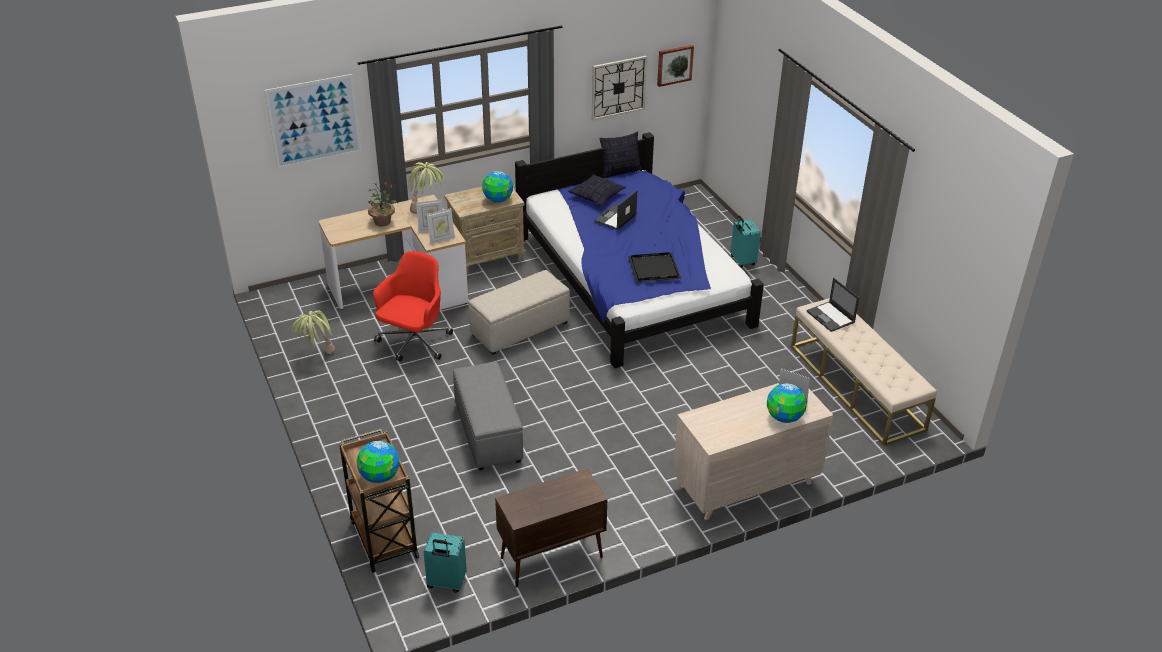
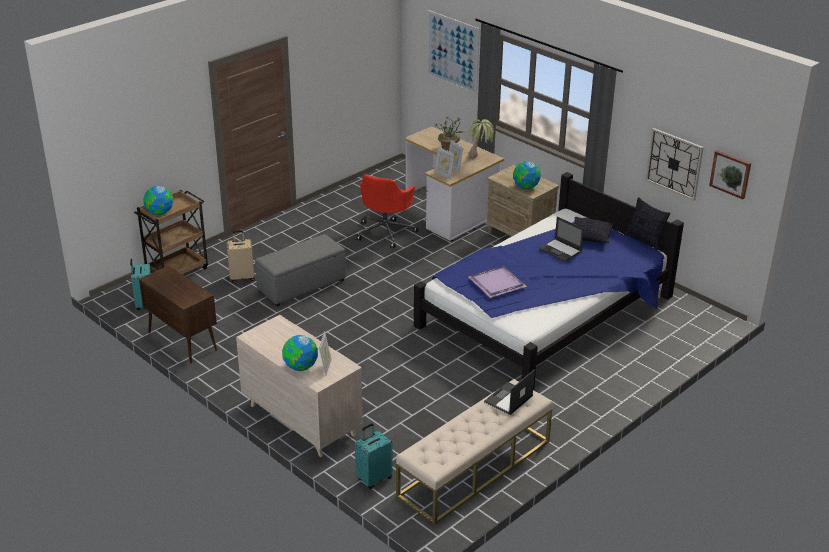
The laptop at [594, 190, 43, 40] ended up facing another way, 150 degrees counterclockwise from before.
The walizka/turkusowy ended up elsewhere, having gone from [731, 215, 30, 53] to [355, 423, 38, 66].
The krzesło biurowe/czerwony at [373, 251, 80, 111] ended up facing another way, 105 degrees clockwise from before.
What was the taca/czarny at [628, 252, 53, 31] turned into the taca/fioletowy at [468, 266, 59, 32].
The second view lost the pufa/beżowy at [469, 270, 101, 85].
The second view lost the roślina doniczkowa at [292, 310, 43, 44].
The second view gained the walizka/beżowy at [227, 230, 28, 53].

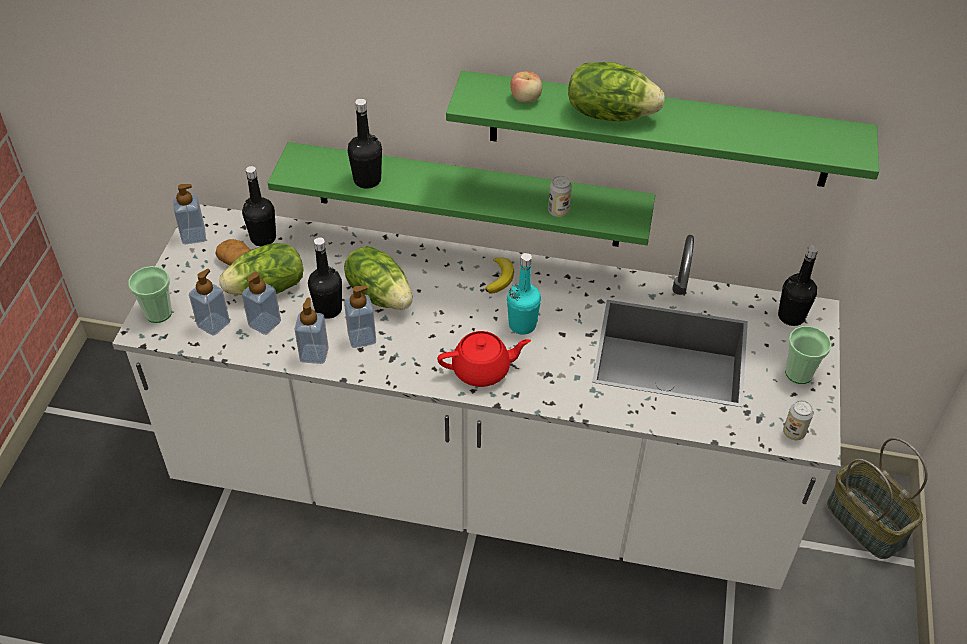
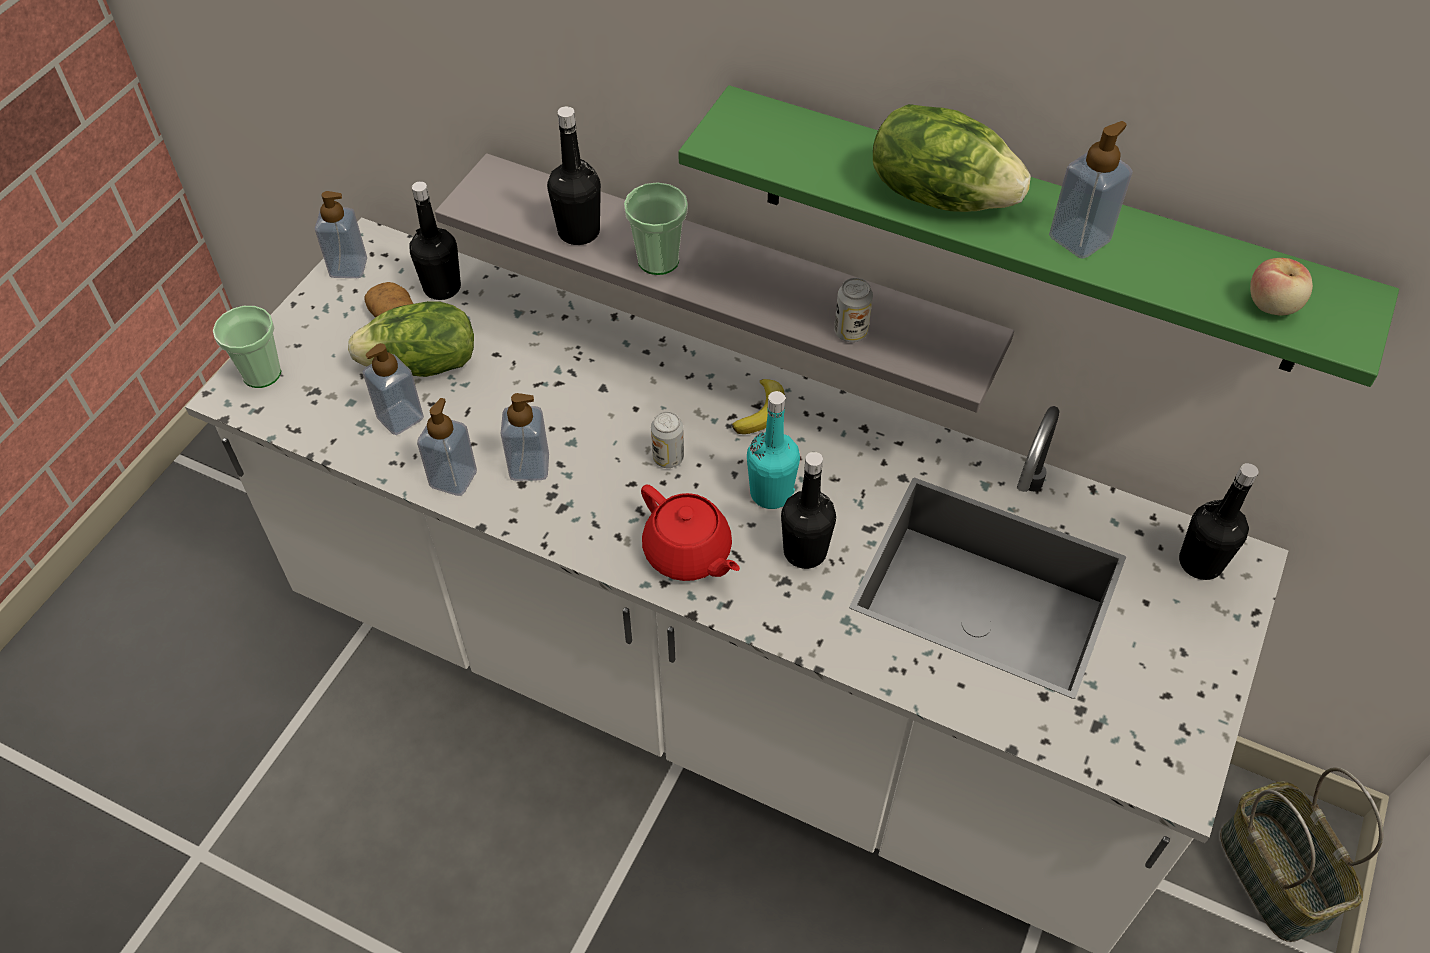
The jabłko ended up elsewhere, having gone from [510, 71, 32, 32] to [1250, 258, 63, 57].
What was the półka/zielony at [268, 142, 387, 105] turned into the półka/szary at [435, 153, 579, 259].
The butelka/czarny ended up elsewhere, having gone from [308, 237, 34, 82] to [781, 452, 55, 117].
The second view lost the sałata at [344, 246, 69, 64].
The dozownik mydła ended up elsewhere, having gone from [189, 269, 41, 67] to [1049, 121, 84, 138].
The filiżanka ended up elsewhere, having gone from [785, 326, 47, 58] to [624, 182, 64, 93].
The imbryk/czerwony at [437, 331, 94, 56] ended up facing another way, 45 degrees clockwise from before.
The puszka ended up elsewhere, having gone from [783, 400, 30, 40] to [651, 411, 33, 57].

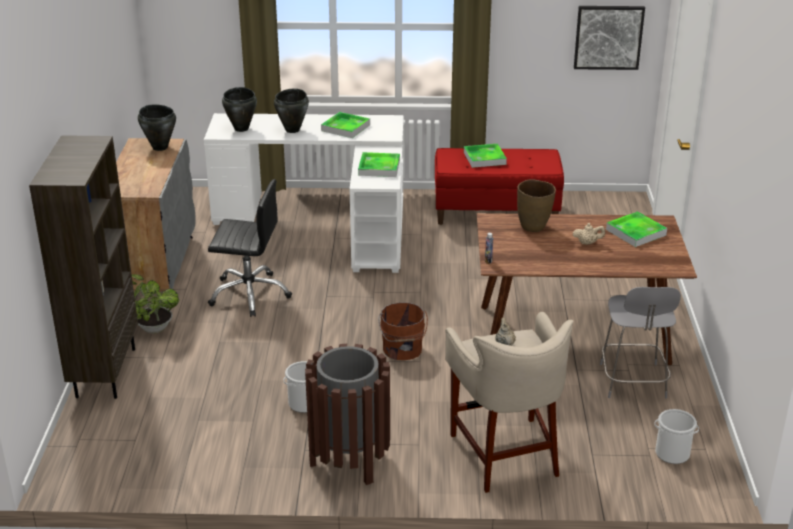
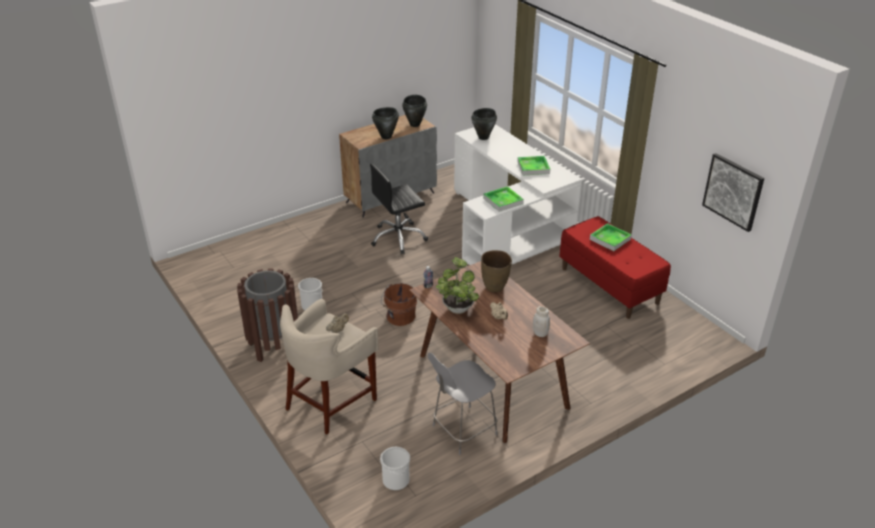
The garnek/czarny ended up elsewhere, having gone from [274, 88, 35, 45] to [372, 107, 27, 32].
The second view lost the regał/brązowy at [29, 135, 109, 264].
The krzesło biurowe/czarny at [208, 179, 84, 138] ended up facing another way, 90 degrees clockwise from before.
Where the taca stood at [606, 211, 61, 36], the słoik/biały came to stand at [533, 306, 17, 31].
The roślina doniczkowa ended up elsewhere, having gone from [131, 274, 48, 59] to [436, 257, 43, 57].

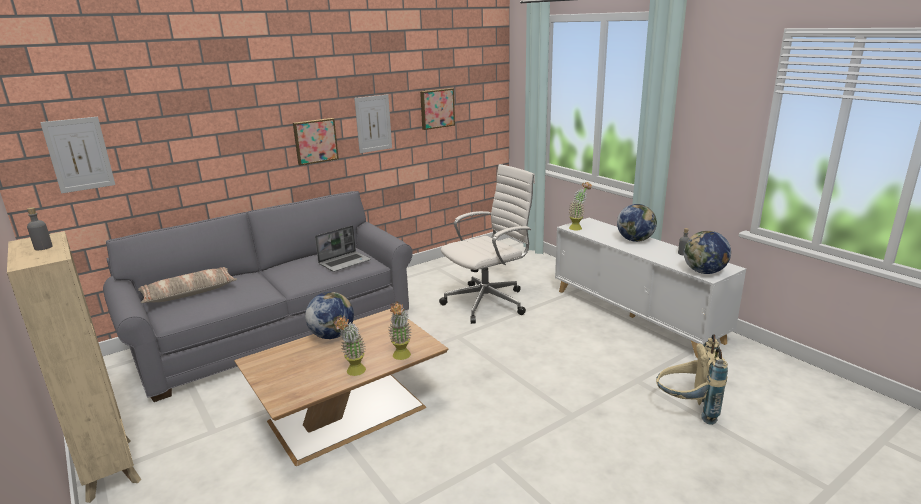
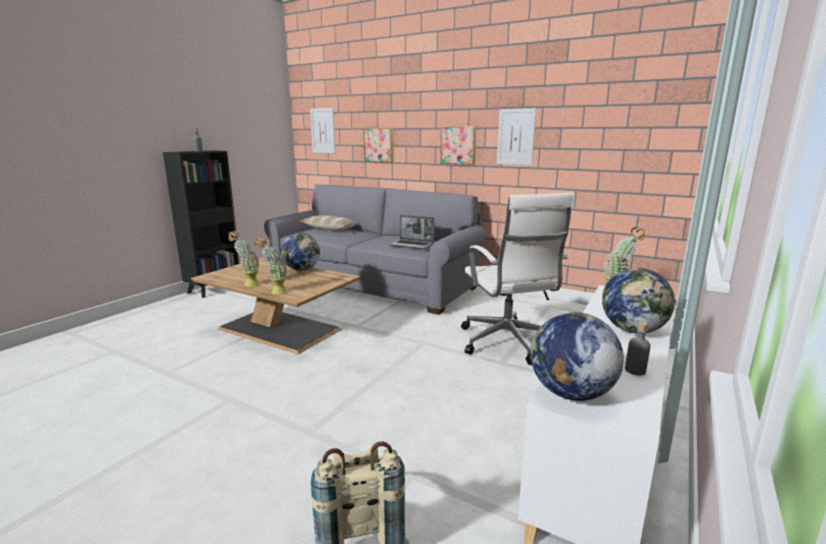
The obraz ended up elsewhere, having gone from [420, 88, 35, 42] to [363, 128, 31, 35].
The krzesło biurowe/biały at [439, 164, 96, 160] ended up facing another way, 45 degrees clockwise from before.
What was the regał/beżowy at [7, 231, 134, 272] turned into the regał/czarny at [163, 150, 77, 148].

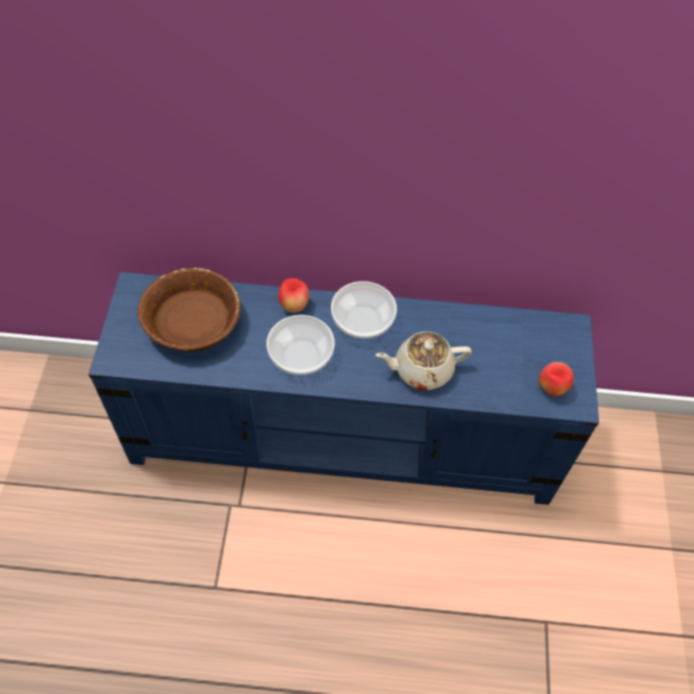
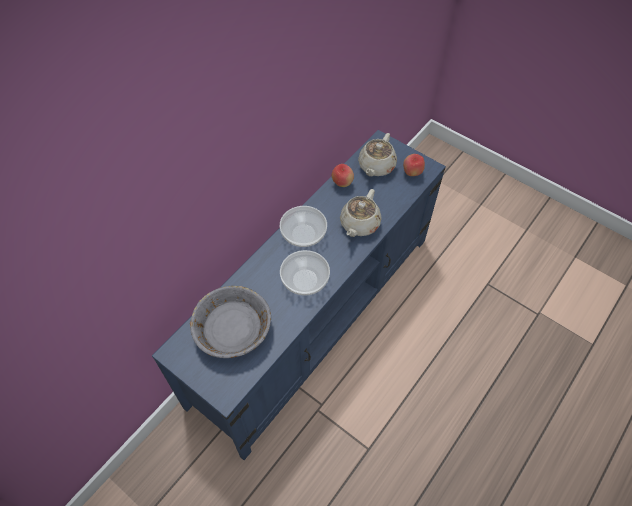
What was the miska/brązowy at [137, 267, 103, 84] turned into the miska/szary at [190, 286, 81, 72].
The jabłko ended up elsewhere, having gone from [278, 278, 31, 35] to [332, 164, 22, 23].
The second view gained the imbryk/beżowy at [358, 133, 39, 43].

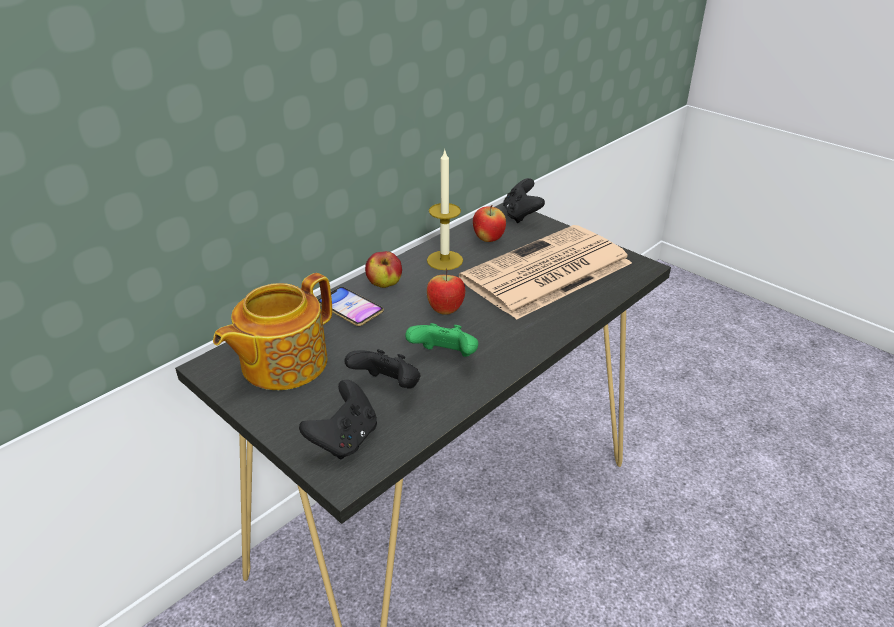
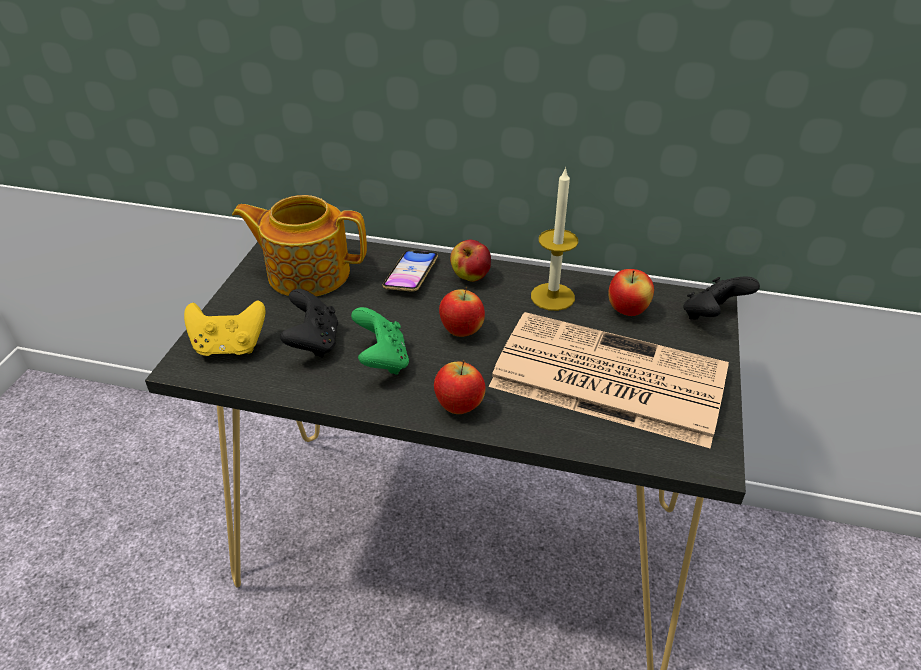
What was the pad do gier/czarny at [299, 380, 78, 79] turned into the pad do gier/żółty at [184, 300, 81, 56].
The second view gained the jabłko at [434, 359, 52, 55].

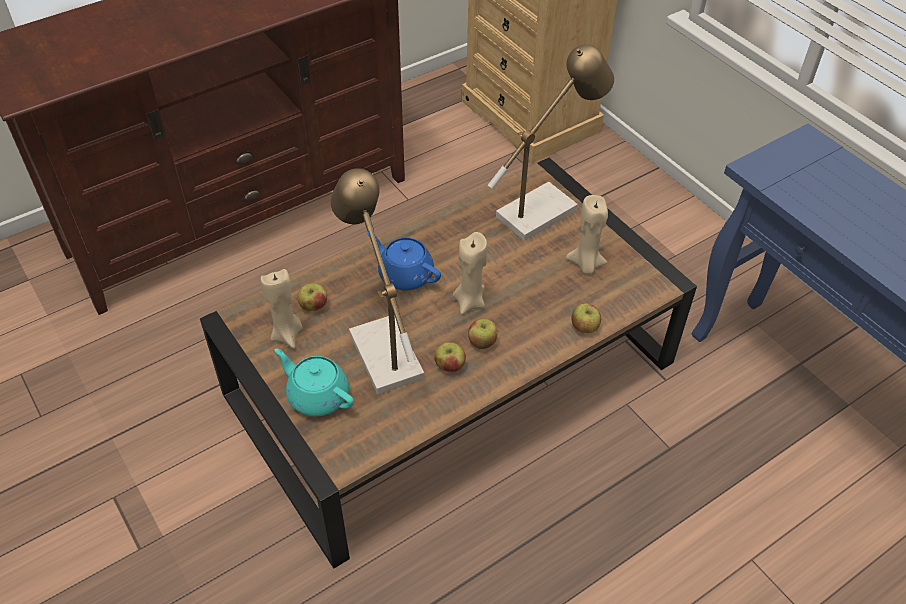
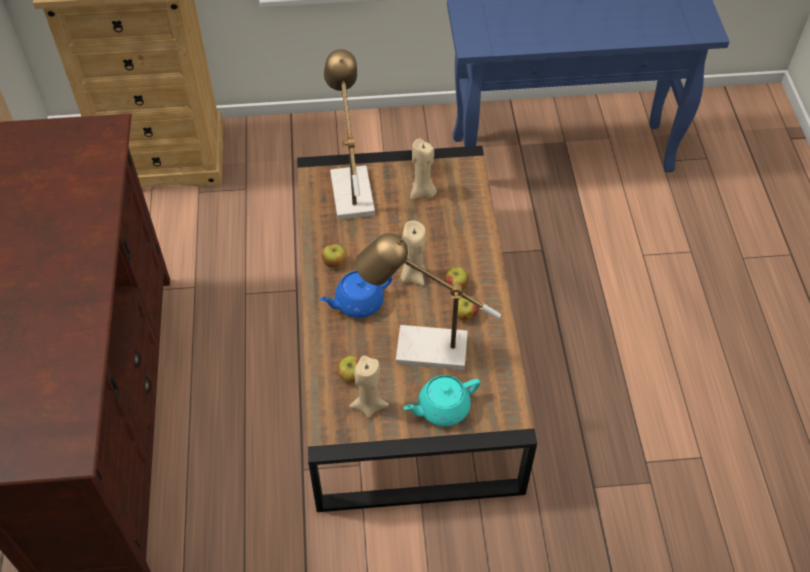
The jabłko ended up elsewhere, having gone from [571, 303, 30, 30] to [322, 244, 25, 24].

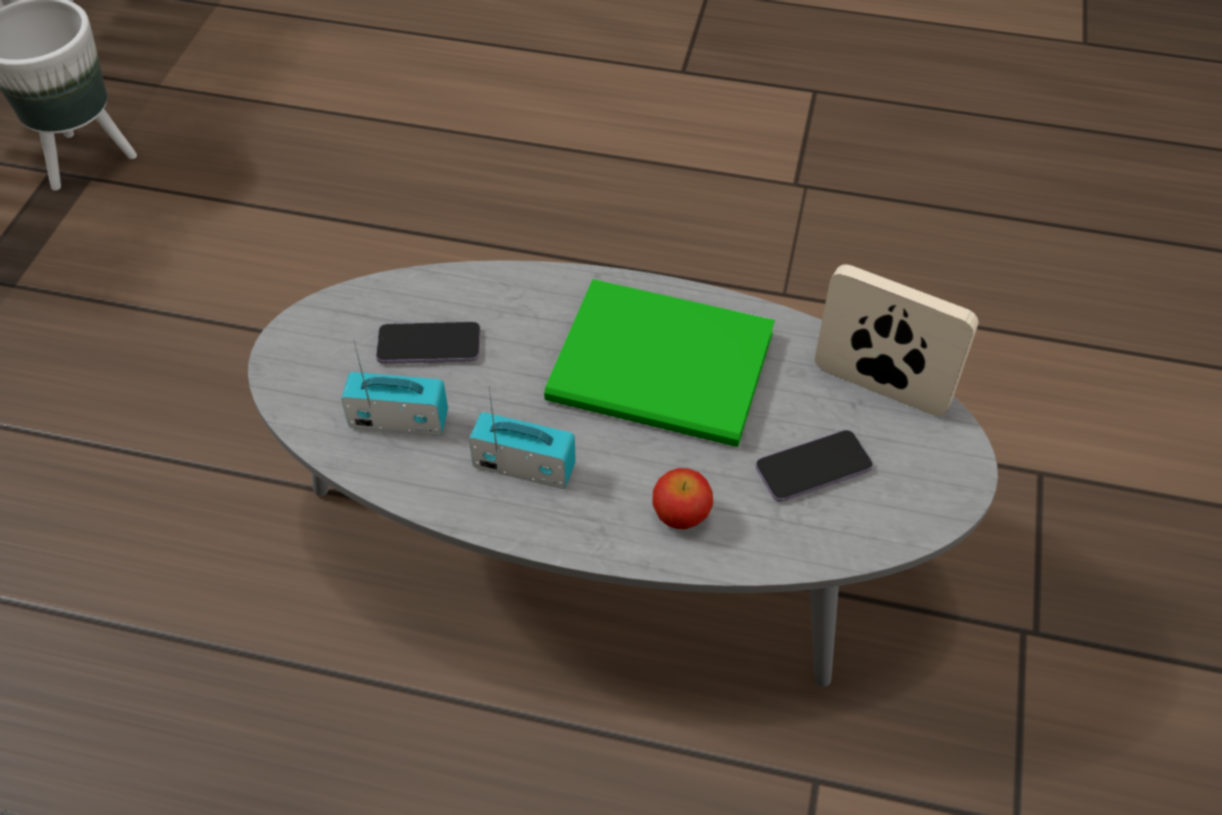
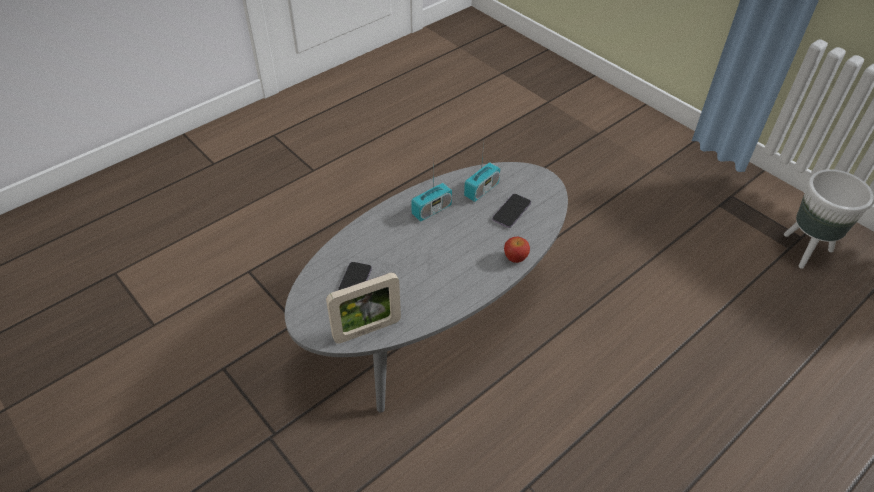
The second view lost the książka/zielony at [544, 279, 231, 168].
The jabłko ended up elsewhere, having gone from [652, 468, 61, 61] to [504, 237, 26, 26].

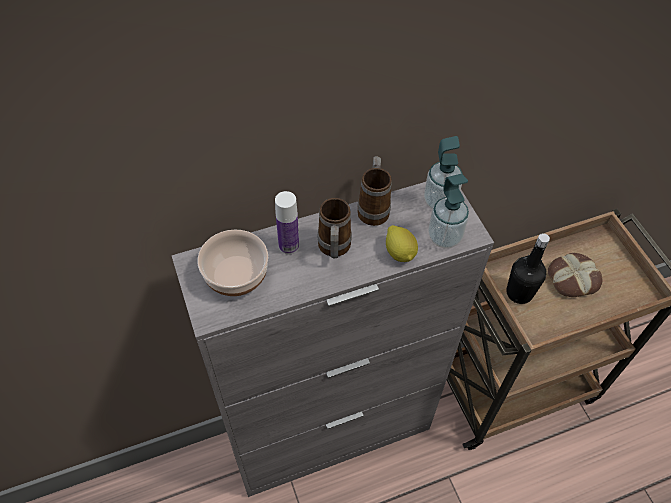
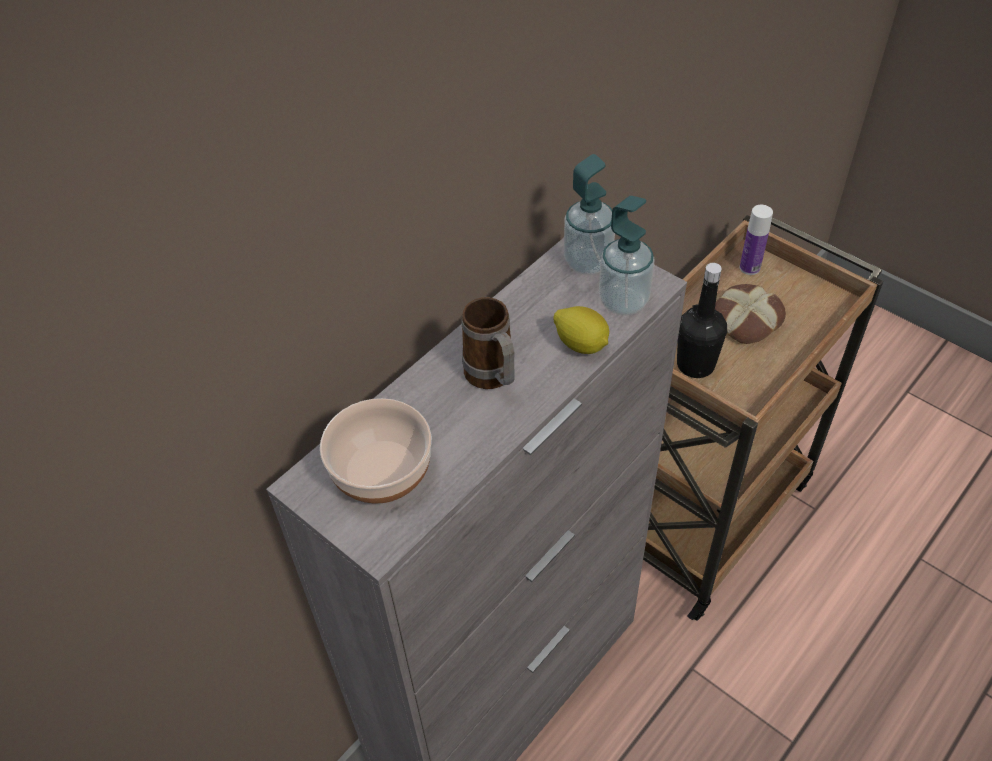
The second view lost the kubek at [357, 156, 35, 70].
The butelka ended up elsewhere, having gone from [275, 191, 24, 64] to [740, 205, 33, 70].

